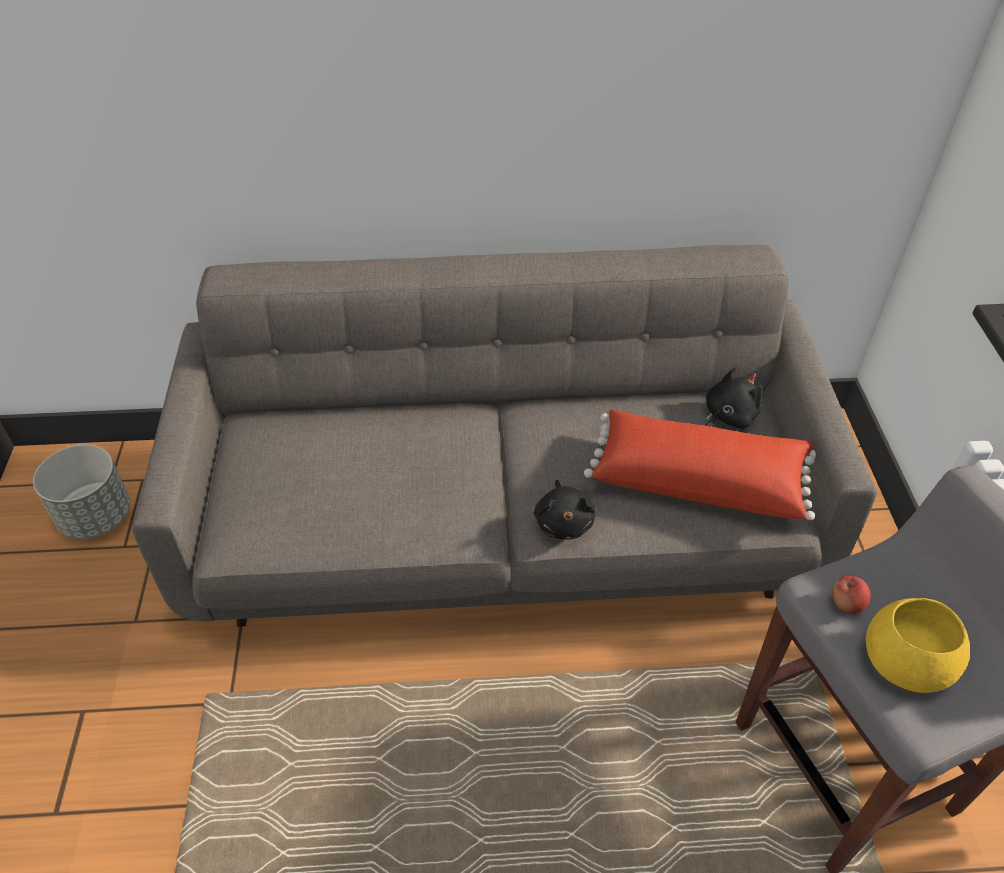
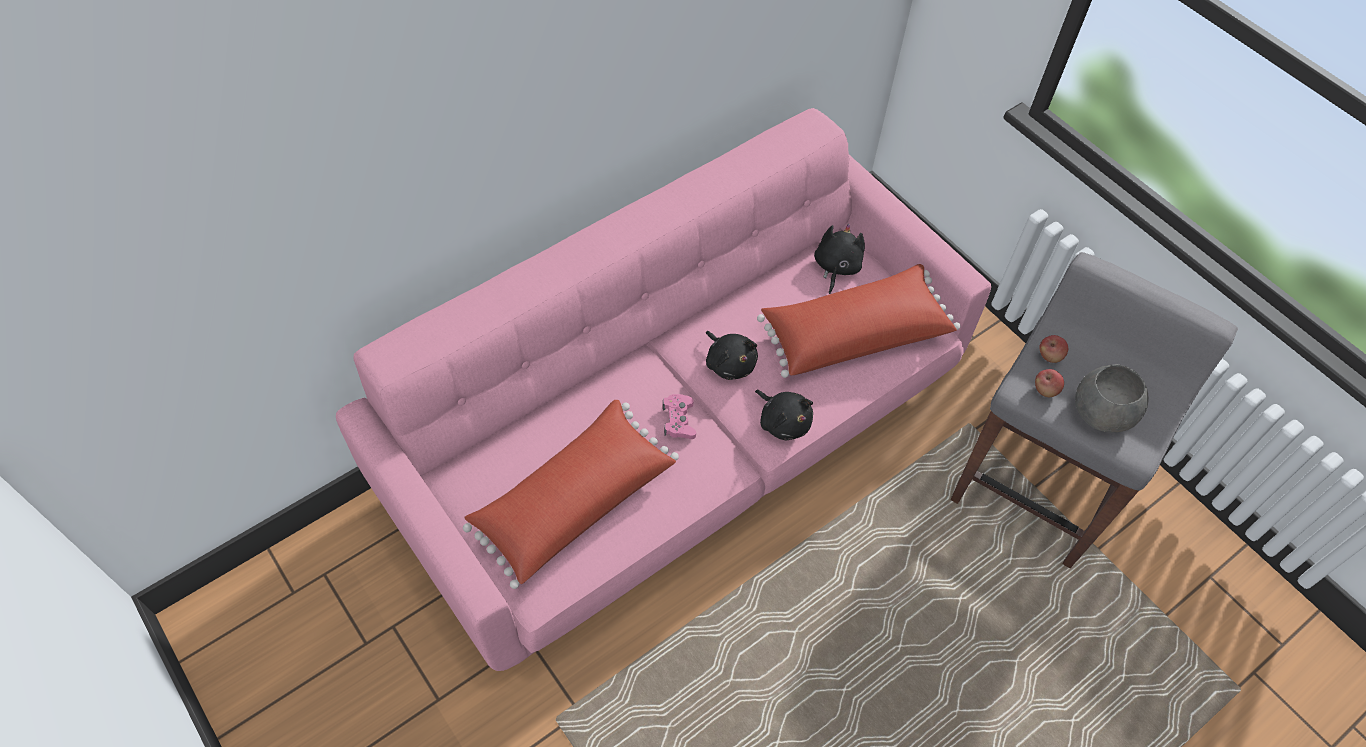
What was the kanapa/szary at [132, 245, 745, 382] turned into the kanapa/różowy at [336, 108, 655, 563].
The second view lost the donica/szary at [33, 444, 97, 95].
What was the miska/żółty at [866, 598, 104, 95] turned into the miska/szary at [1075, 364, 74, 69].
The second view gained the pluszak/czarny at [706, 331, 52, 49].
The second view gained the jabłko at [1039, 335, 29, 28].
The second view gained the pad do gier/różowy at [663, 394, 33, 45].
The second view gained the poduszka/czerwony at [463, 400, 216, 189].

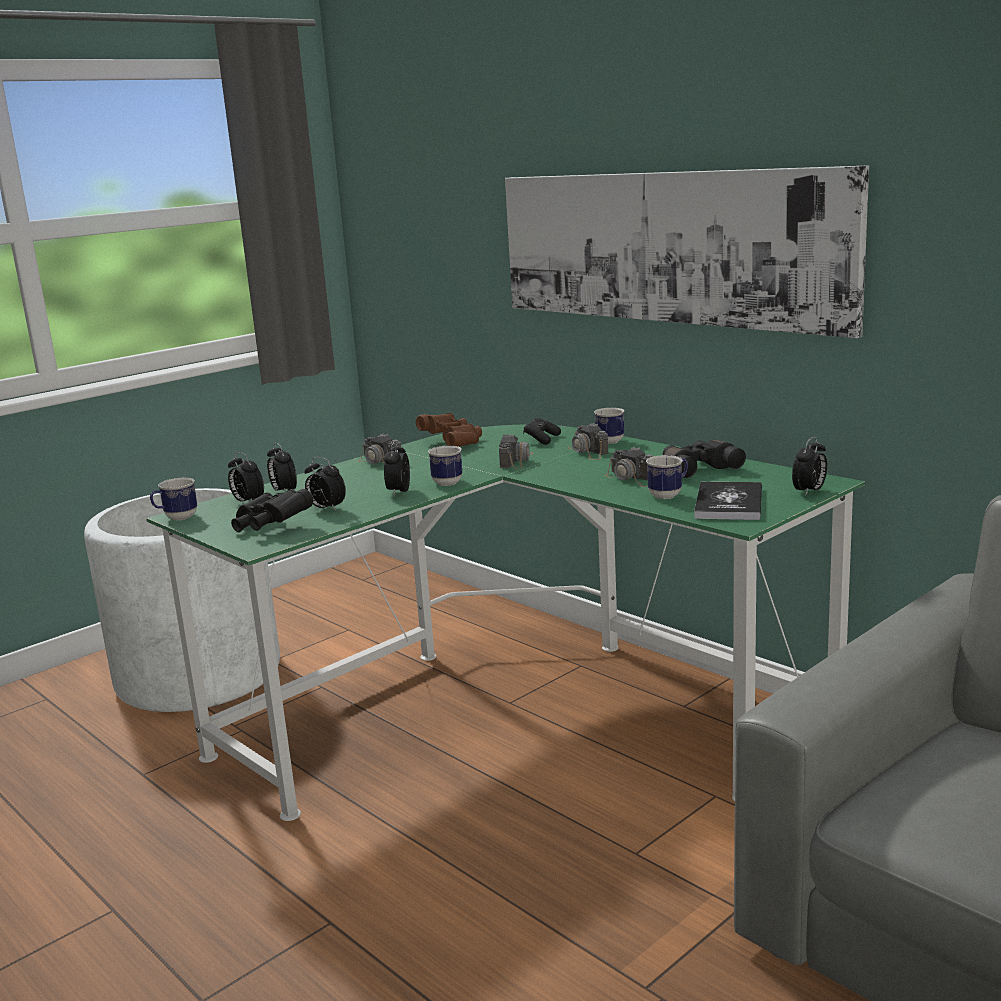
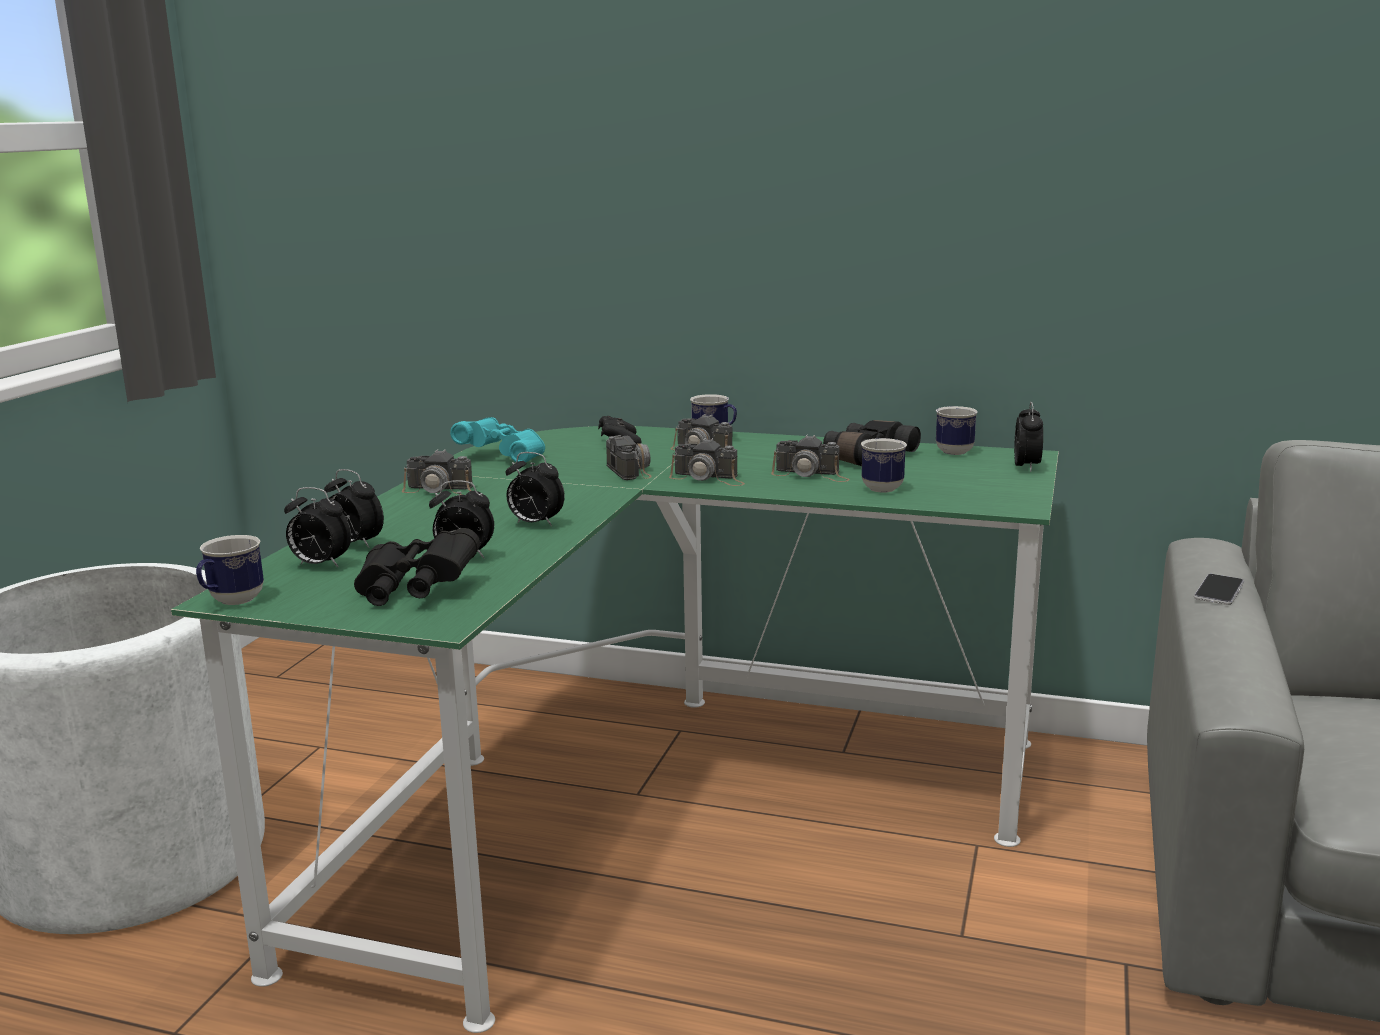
The second view lost the obraz at [505, 165, 364, 173].
What was the lornetka/brązowy at [416, 413, 66, 34] turned into the lornetka/turkusowy at [450, 417, 95, 45].
The budzik at [384, 441, 26, 55] ended up facing another way, 45 degrees counterclockwise from before.
The kubek ended up elsewhere, having gone from [428, 446, 34, 40] to [936, 406, 42, 49].
The second view lost the książka at [694, 482, 68, 38].
The second view gained the aparat fotograficzny at [669, 438, 76, 48].
The second view gained the telefon at [1194, 574, 50, 31].

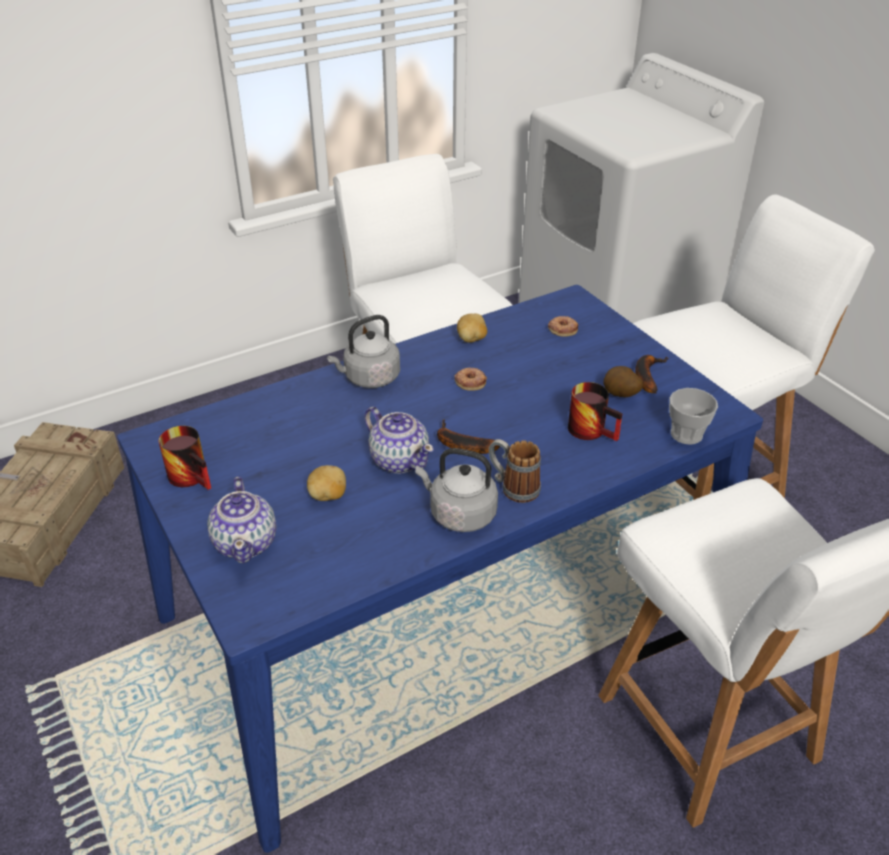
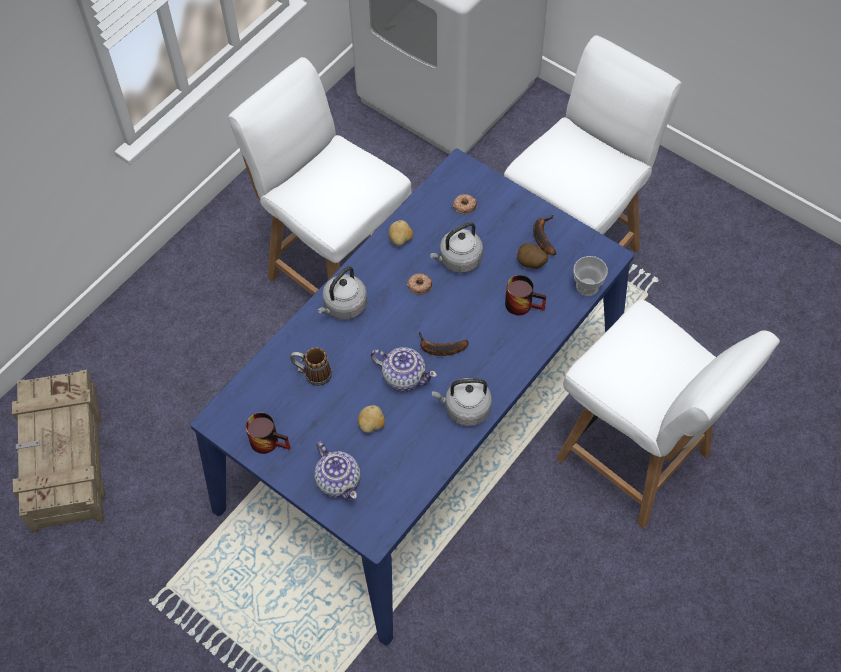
The kubek ended up elsewhere, having gone from [489, 439, 52, 64] to [290, 347, 42, 39].
The second view gained the czajnik/szary at [429, 222, 54, 51].

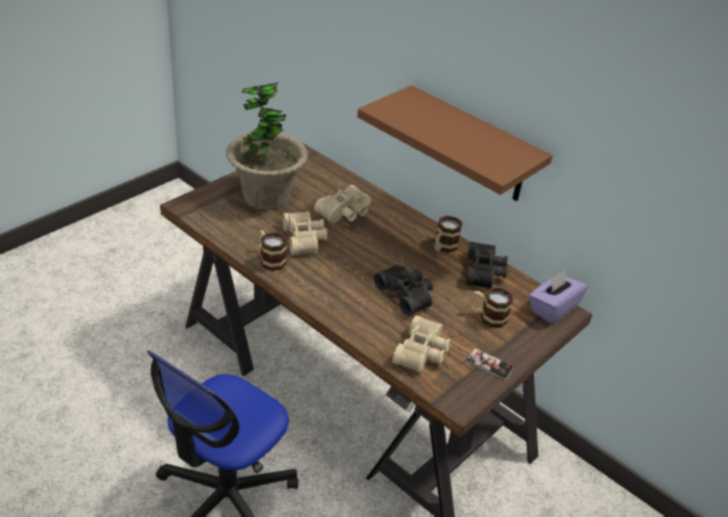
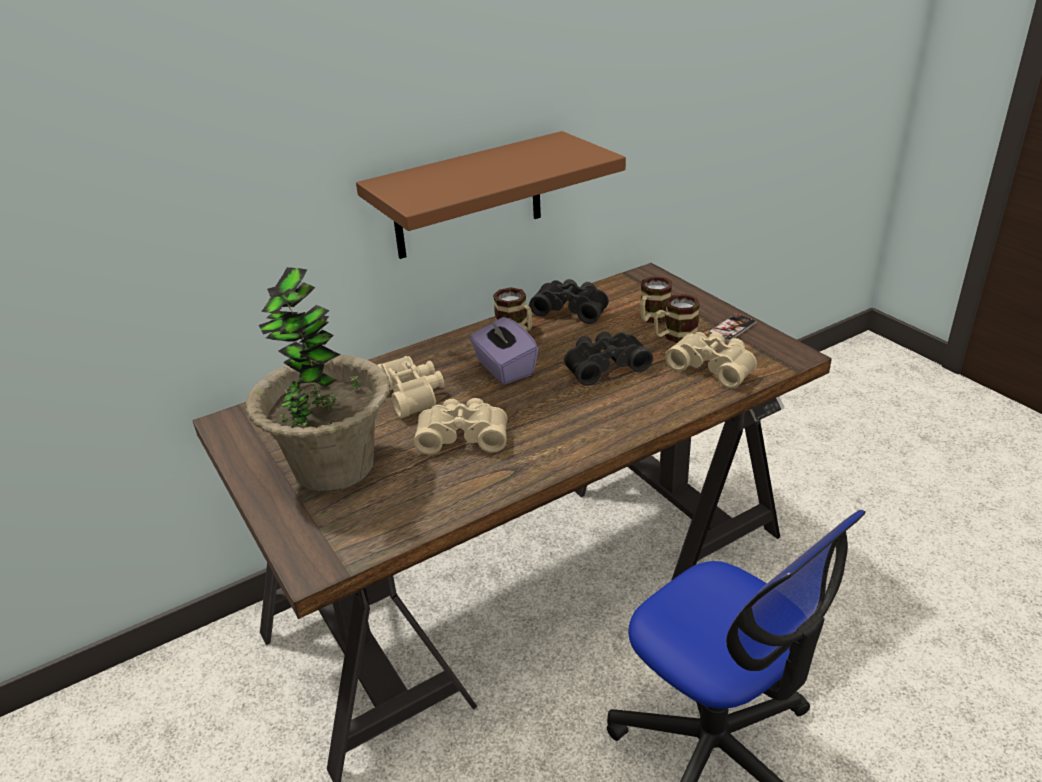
The kubek ended up elsewhere, having gone from [258, 230, 29, 41] to [654, 294, 46, 49].
The pudełko chusteczek/fioletowy ended up elsewhere, having gone from [529, 270, 59, 54] to [469, 317, 69, 67].

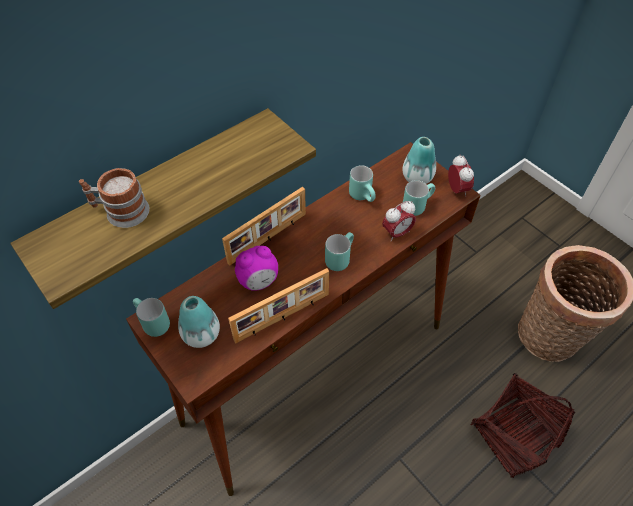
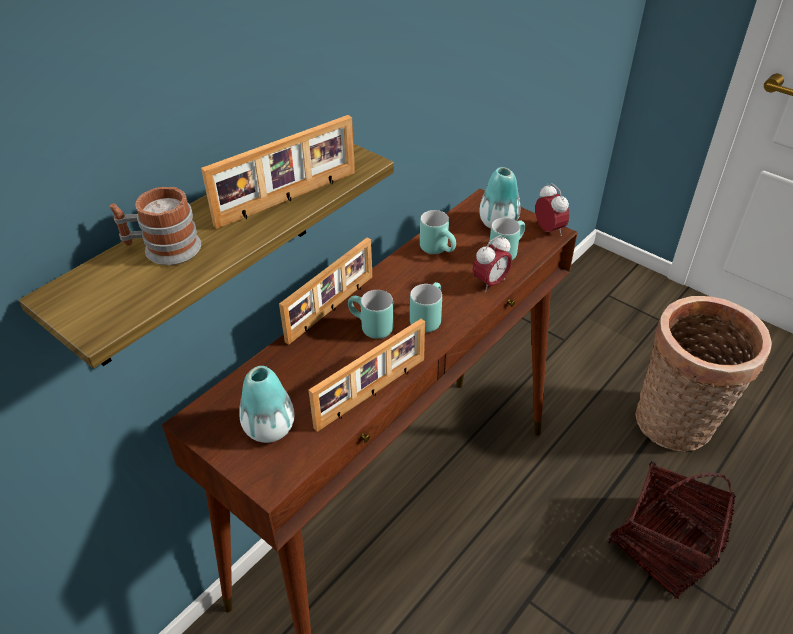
The second view lost the budzik at [235, 246, 43, 45].
The kubek/turkusowy ended up elsewhere, having gone from [133, 298, 37, 39] to [348, 290, 45, 49].
The second view gained the ramka na zdjęcie at [201, 115, 154, 114].

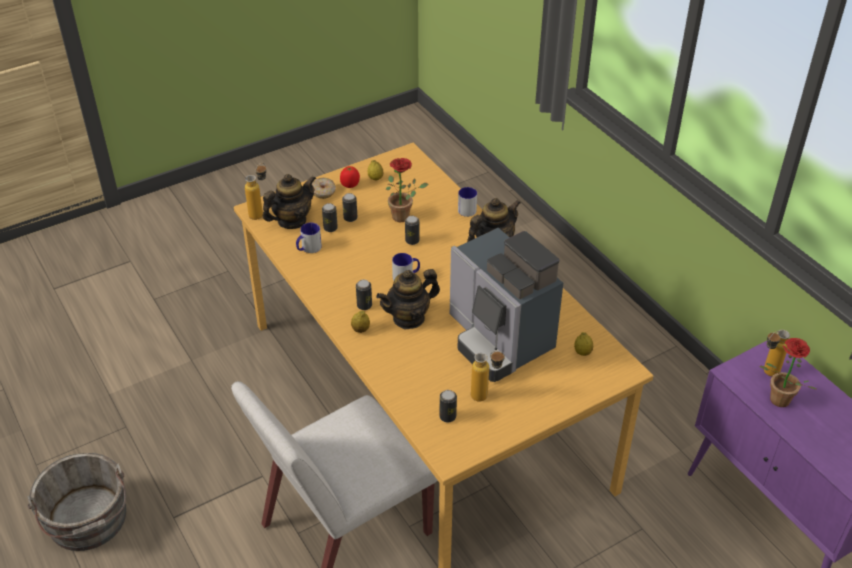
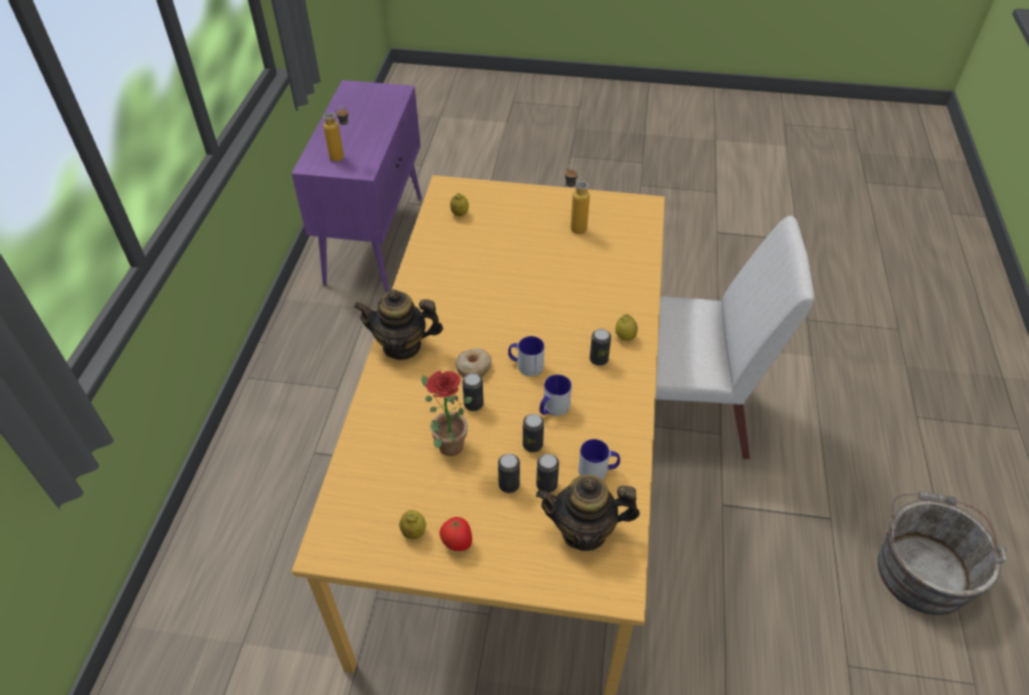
The second view lost the butelka at [245, 163, 21, 57].
The donut ended up elsewhere, having gone from [312, 178, 24, 21] to [456, 348, 36, 30].
The kubek ended up elsewhere, having gone from [458, 187, 19, 30] to [539, 374, 33, 42].
The second view lost the ekspres do kawy at [450, 228, 113, 154].
The second view lost the imbryk at [376, 269, 64, 60].
The second view lost the roślina doniczkowa at [760, 338, 56, 69].
The puszka ended up elsewhere, having gone from [439, 390, 18, 32] to [523, 414, 21, 38].

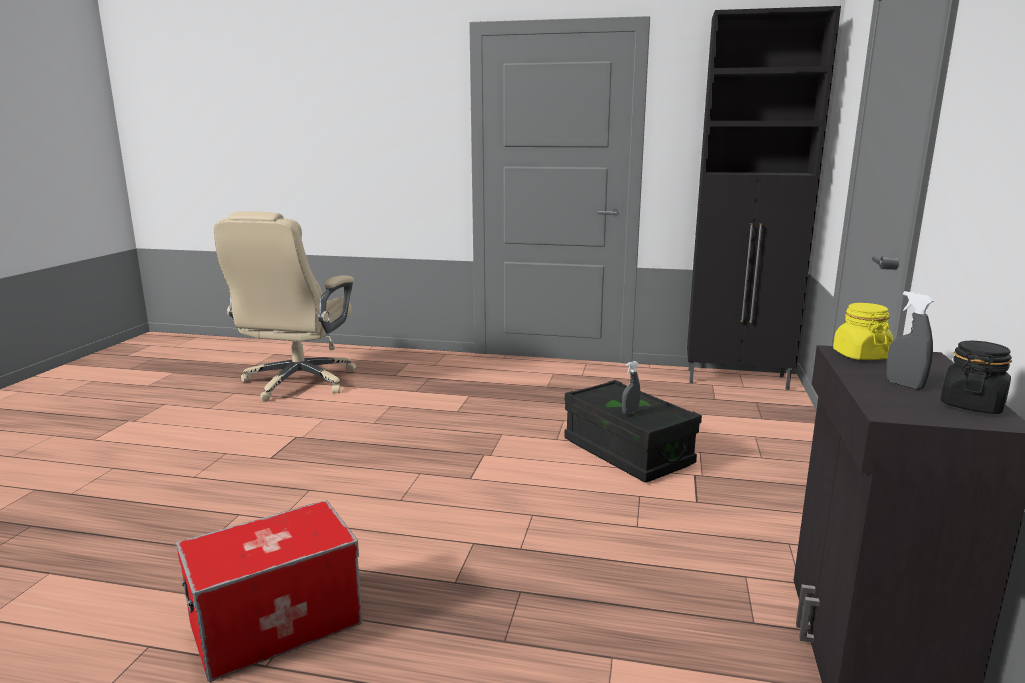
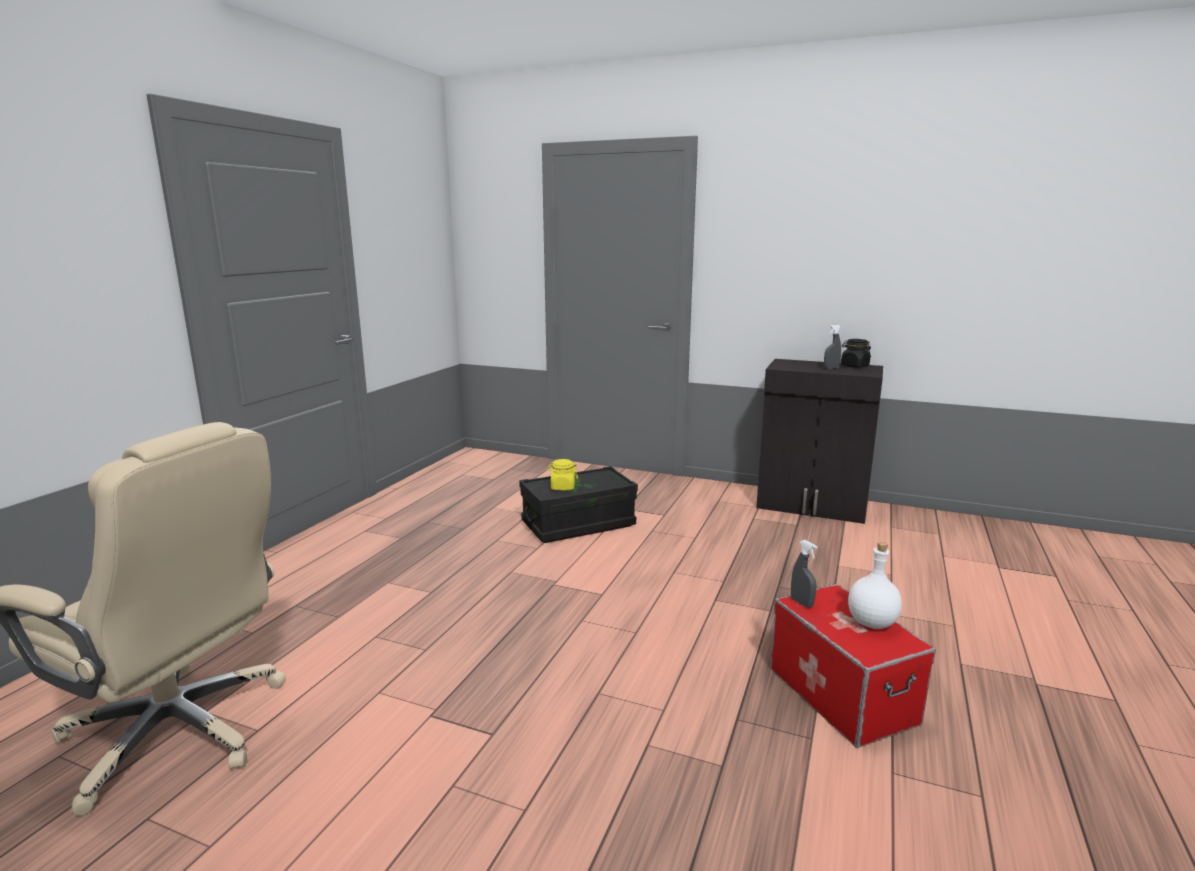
The second view lost the szafka/czarny at [687, 6, 154, 384].
The słoik/żółty ended up elsewhere, having gone from [833, 303, 61, 57] to [547, 459, 31, 31].
The spryskiwacz/szary ended up elsewhere, having gone from [622, 361, 18, 53] to [791, 540, 26, 68].
The second view gained the butelka/biały at [848, 542, 54, 87].

